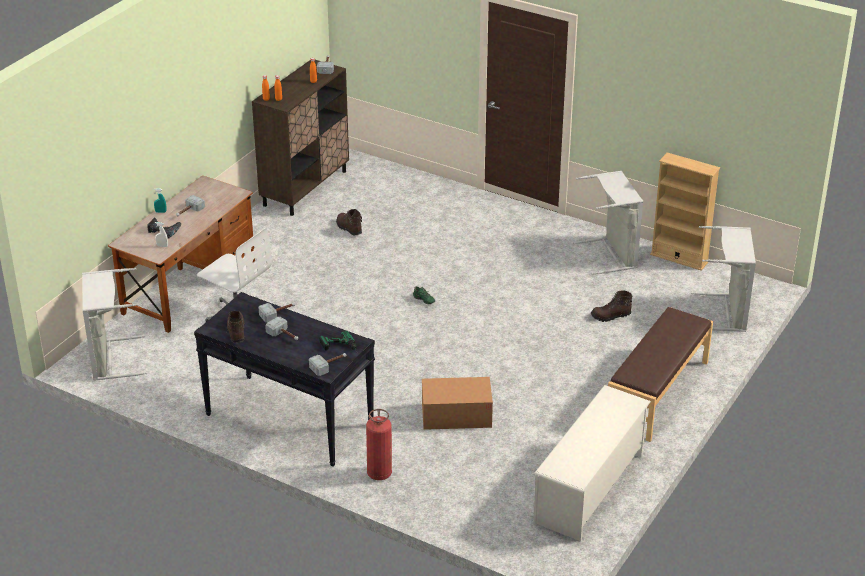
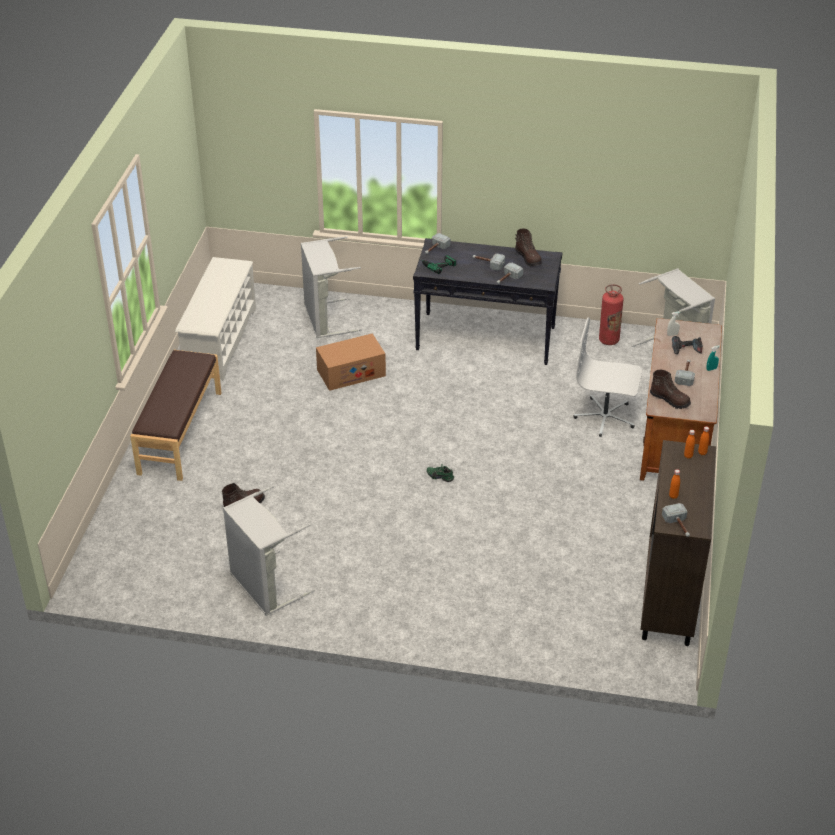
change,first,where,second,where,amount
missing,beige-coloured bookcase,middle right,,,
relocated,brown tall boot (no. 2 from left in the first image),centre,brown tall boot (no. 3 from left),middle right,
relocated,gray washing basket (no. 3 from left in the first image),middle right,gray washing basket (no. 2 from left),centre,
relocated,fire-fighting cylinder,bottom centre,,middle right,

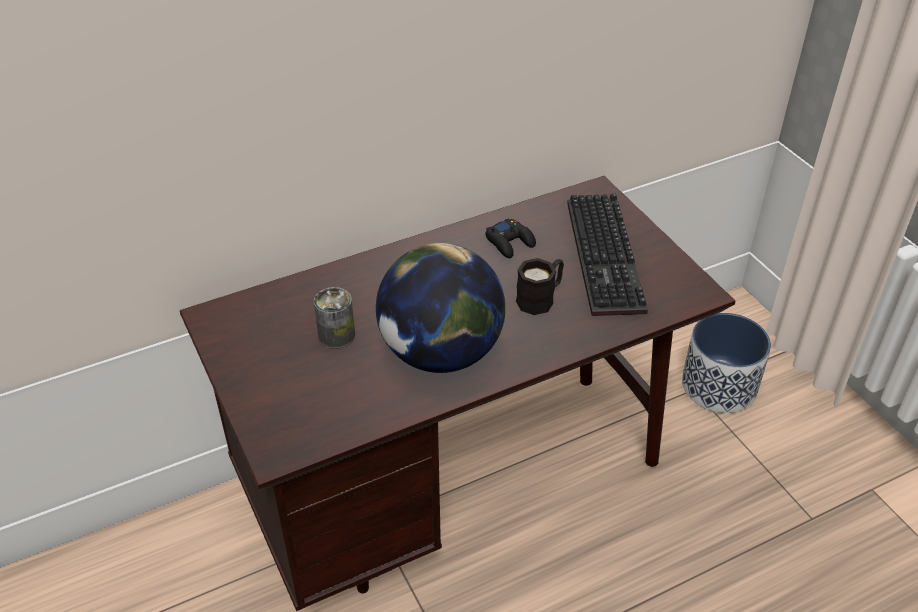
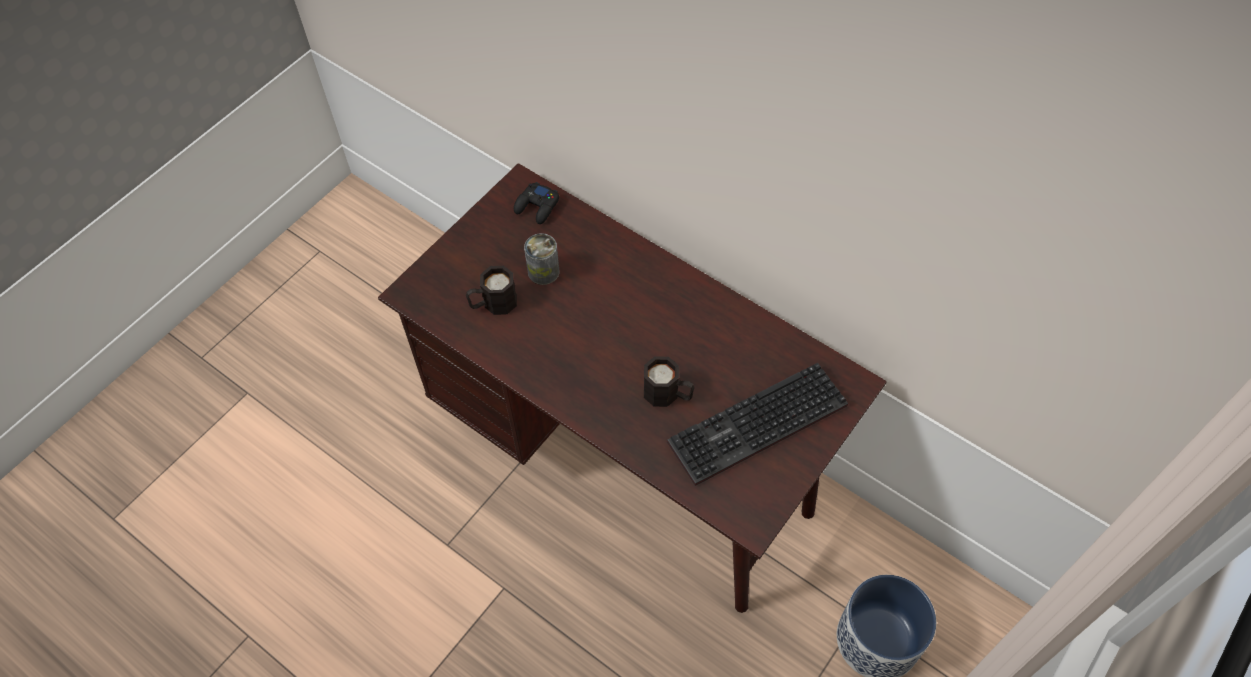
change,first,where,second,where,amount
relocated,black-coloured joypad,centre,,top centre,
missing,world globe,centre,,,
appeared,,,black-coloured coffee mug (no. 1 from left),centre,

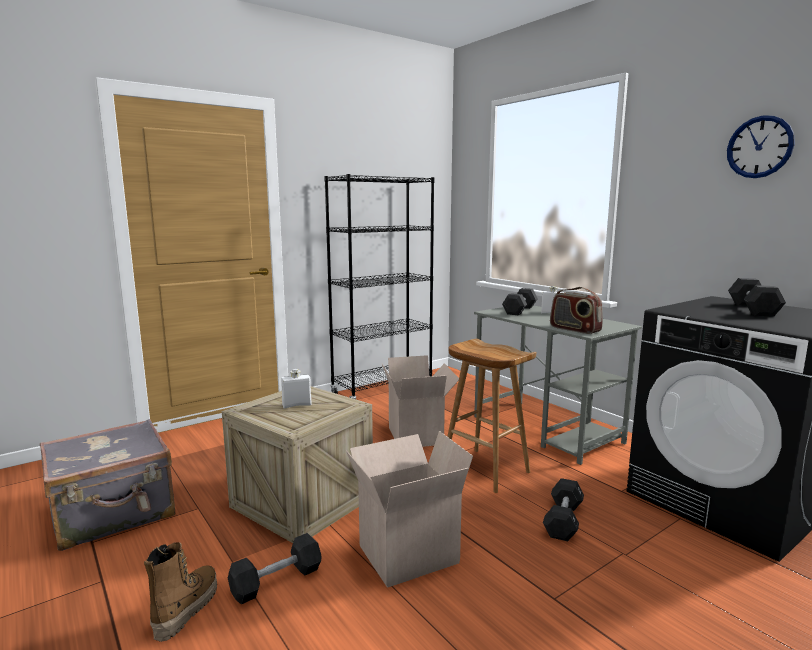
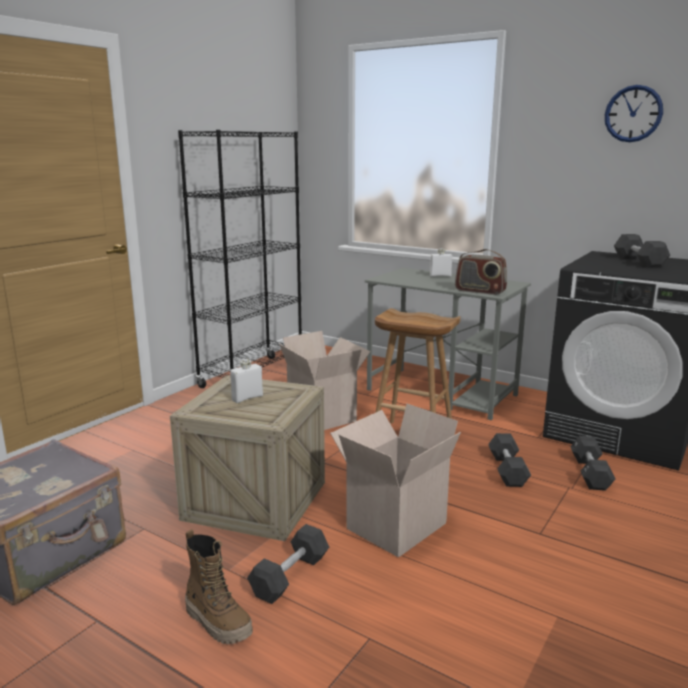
change,first,where,second,where,amount
relocated,black-coloured hand weight (no. 2 from left in the first image),centre,black-coloured hand weight (no. 3 from left),bottom right,
spun,tall boot,bottom left,,bottom left,135 degrees clockwise

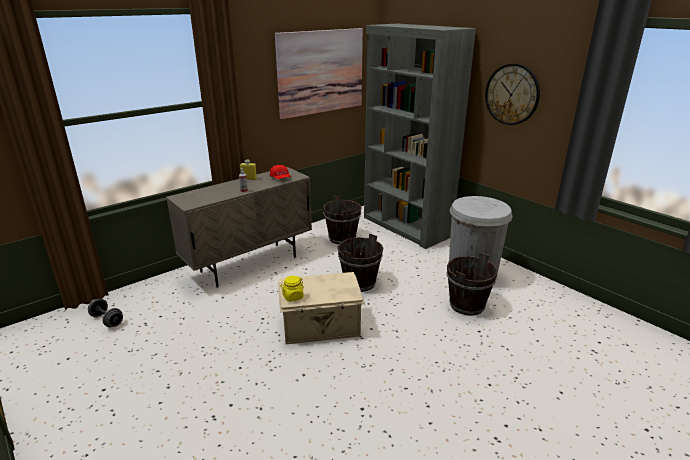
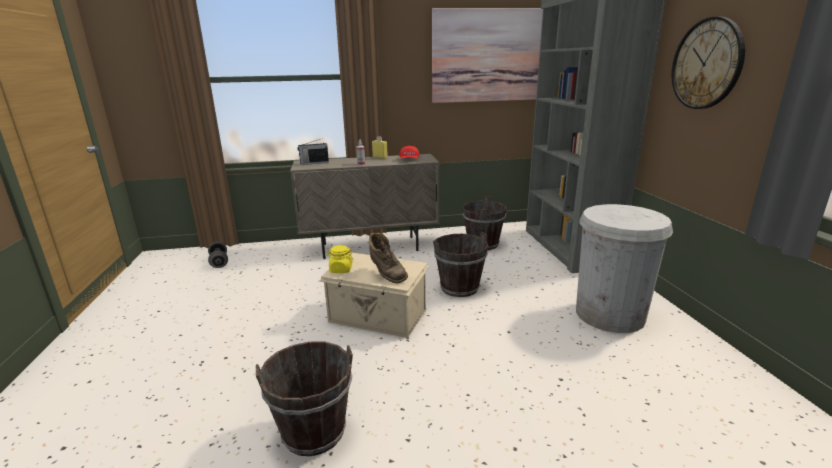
change,first,where,second,where,amount
relocated,brown water bucket (no. 3 from left in the first image),middle right,brown water bucket (no. 1 from left),bottom centre,
appeared,,,radio set,top centre,
appeared,,,brown tall boot,centre,

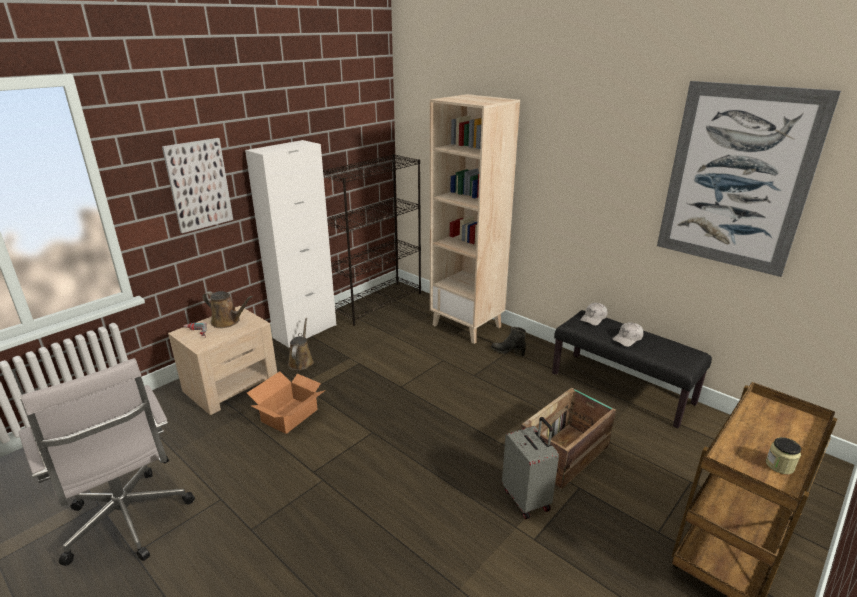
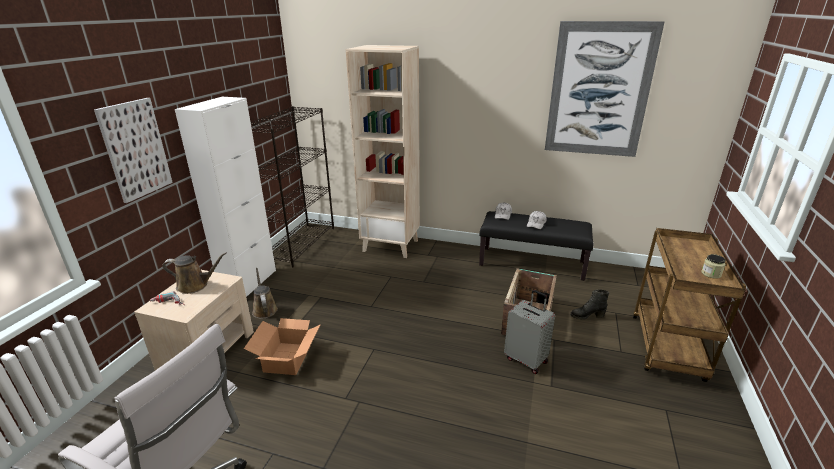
change,first,where,second,where,amount
relocated,black-coloured tall boot,centre,,middle right,

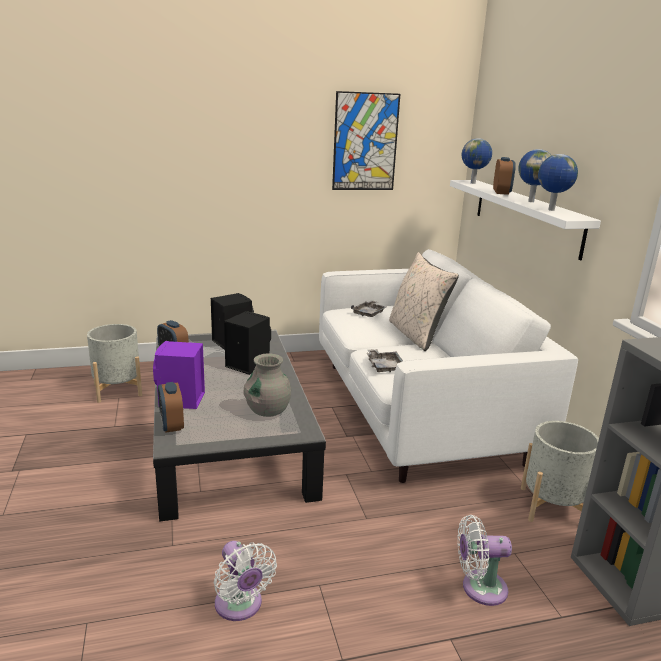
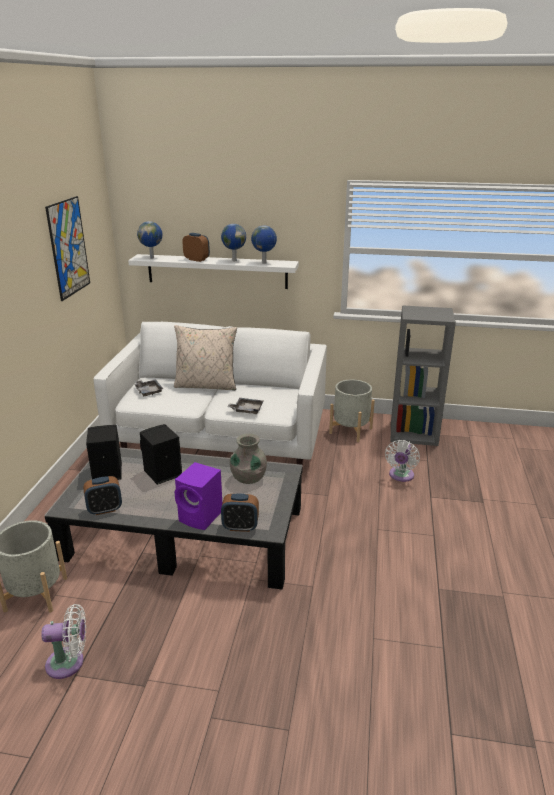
change,first,where,second,where,amount
relocated,white fan (no. 1 from left),bottom centre,,bottom left,

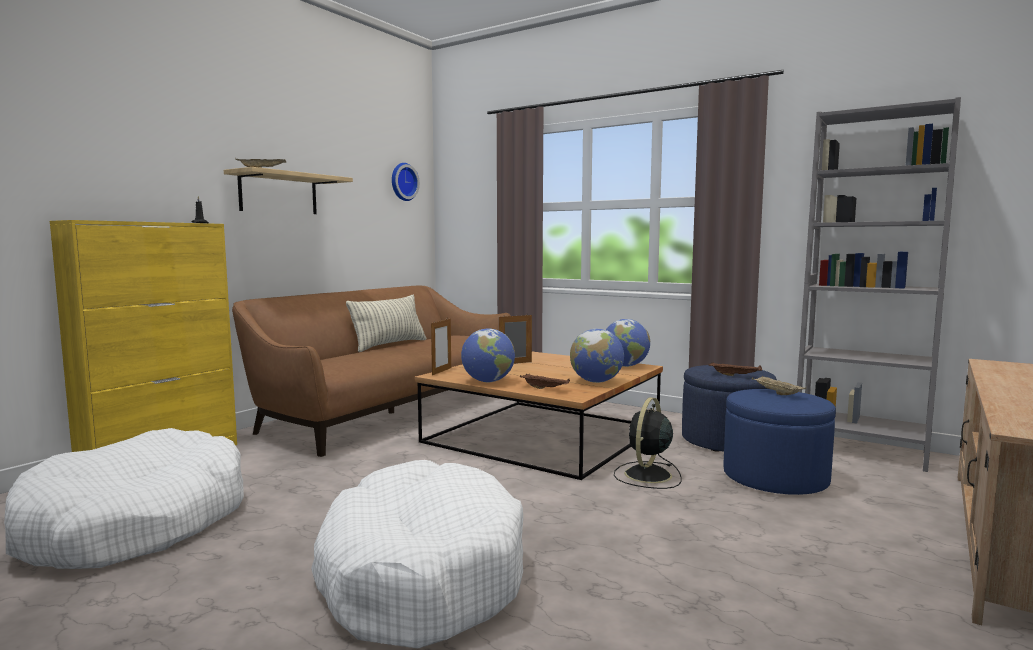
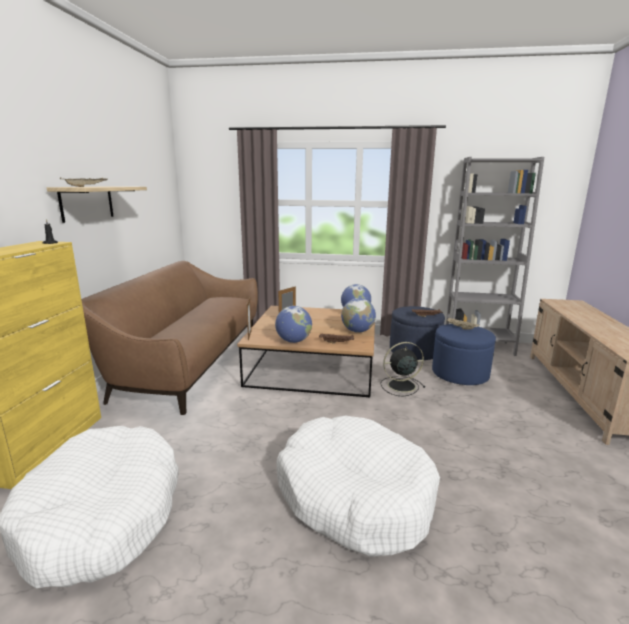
change,first,where,second,where,amount
missing,wall clock,top centre,,,
missing,pillow,centre,,,
spun,black-coloured fan,bottom centre,,centre,75 degrees clockwise

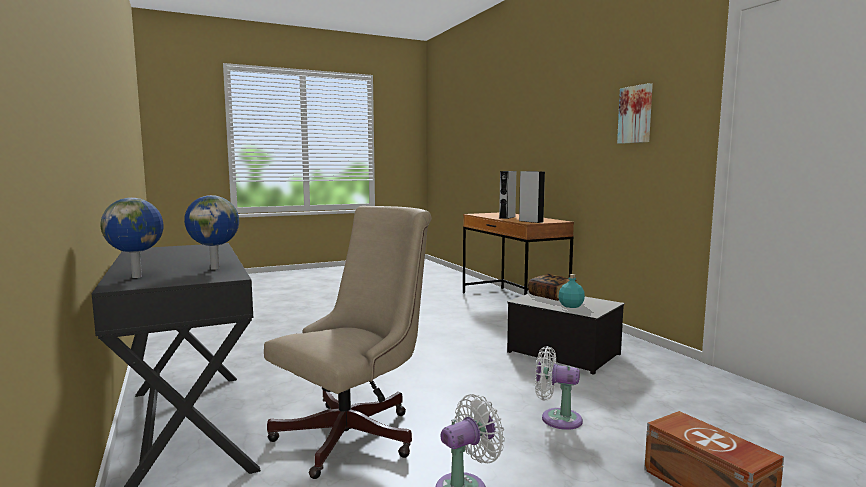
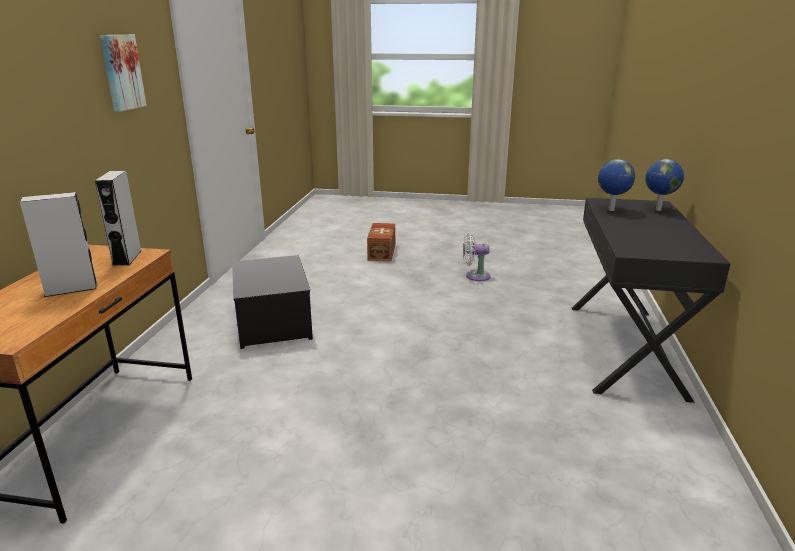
change,first,where,second,where,amount
missing,beige-coloured office chair,bottom centre,,,
missing,book,centre,,,
missing,turquoise bottle,centre,,,
missing,white fan (no. 2 from left),bottom centre,,,

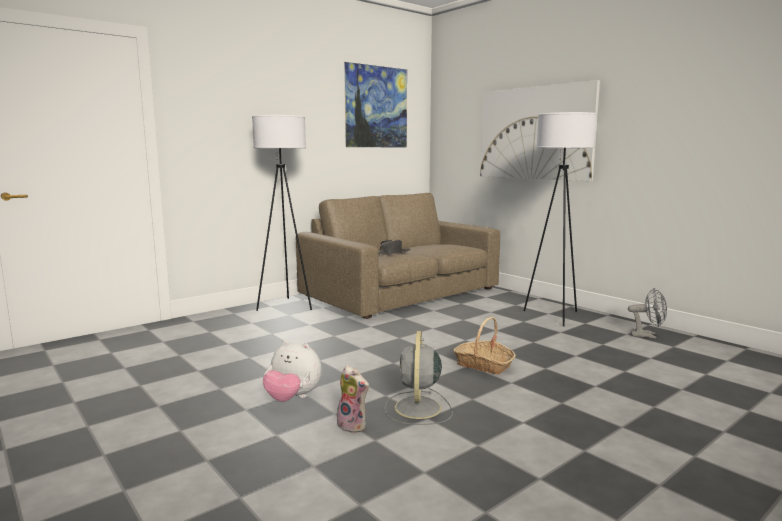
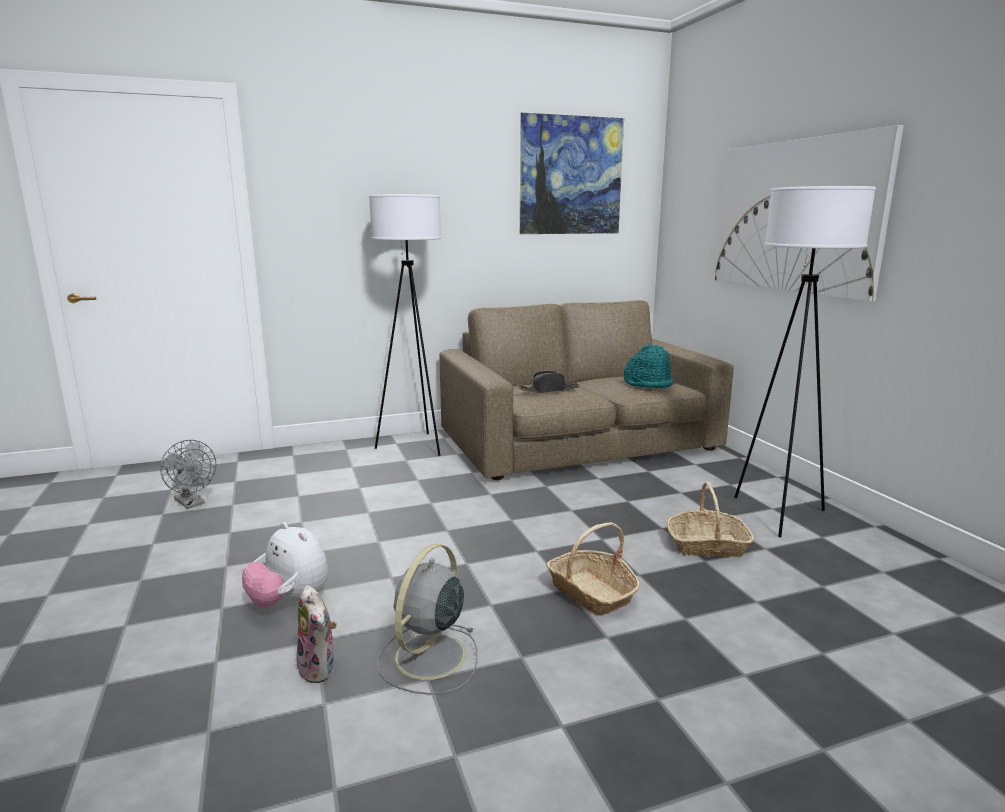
change,first,where,second,where,amount
relocated,gray fan (no. 2 from left in the first image),middle right,gray fan (no. 1 from left),middle left,
appeared,,,turquoise wearable hat,centre,
appeared,,,basket (no. 2 from left),middle right,

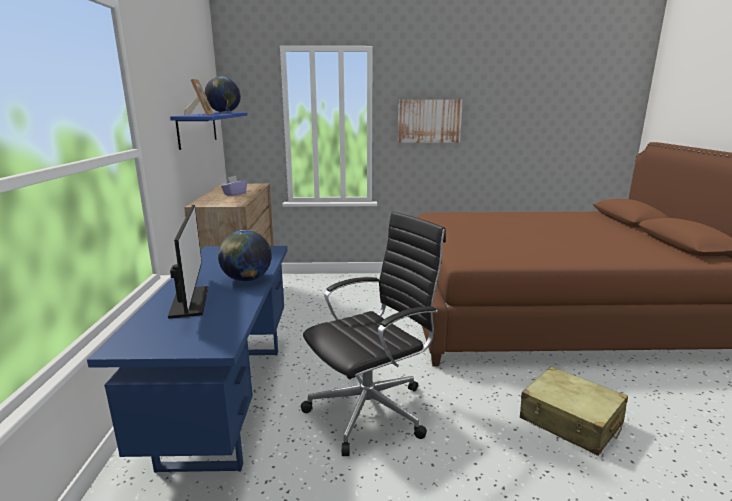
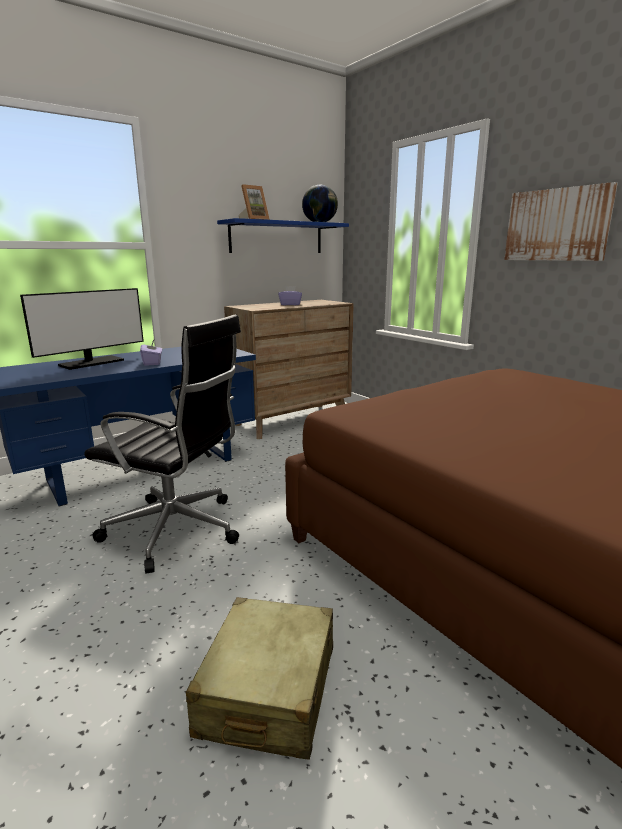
change,first,where,second,where,amount
exchanged,world globe (no. 2 from left),centre,purple-coloured tissue box (no. 1 from left),middle left,

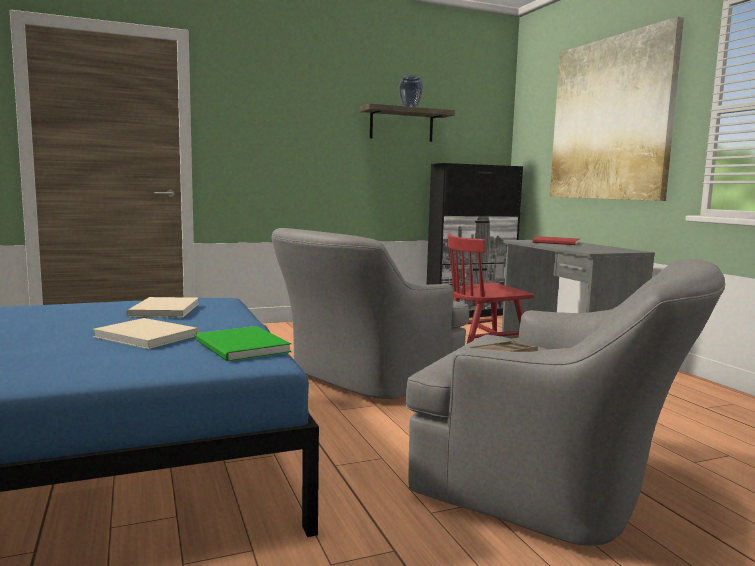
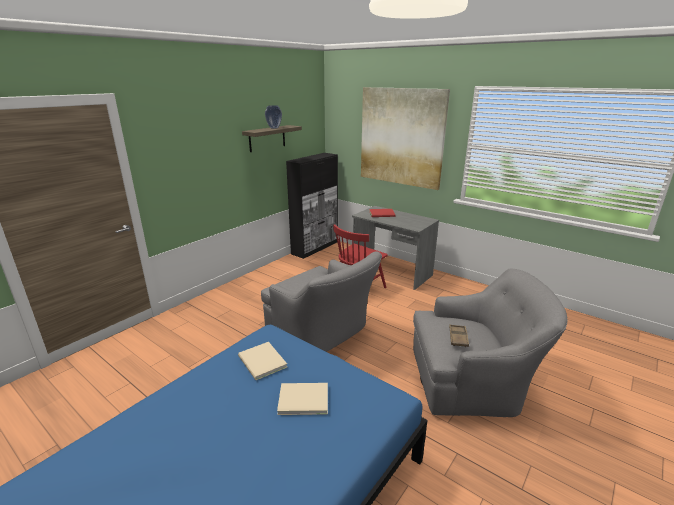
change,first,where,second,where,amount
spun,gray armchair (no. 1 from left),centre,,centre,60 degrees counterclockwise
missing,green book,middle left,,,

